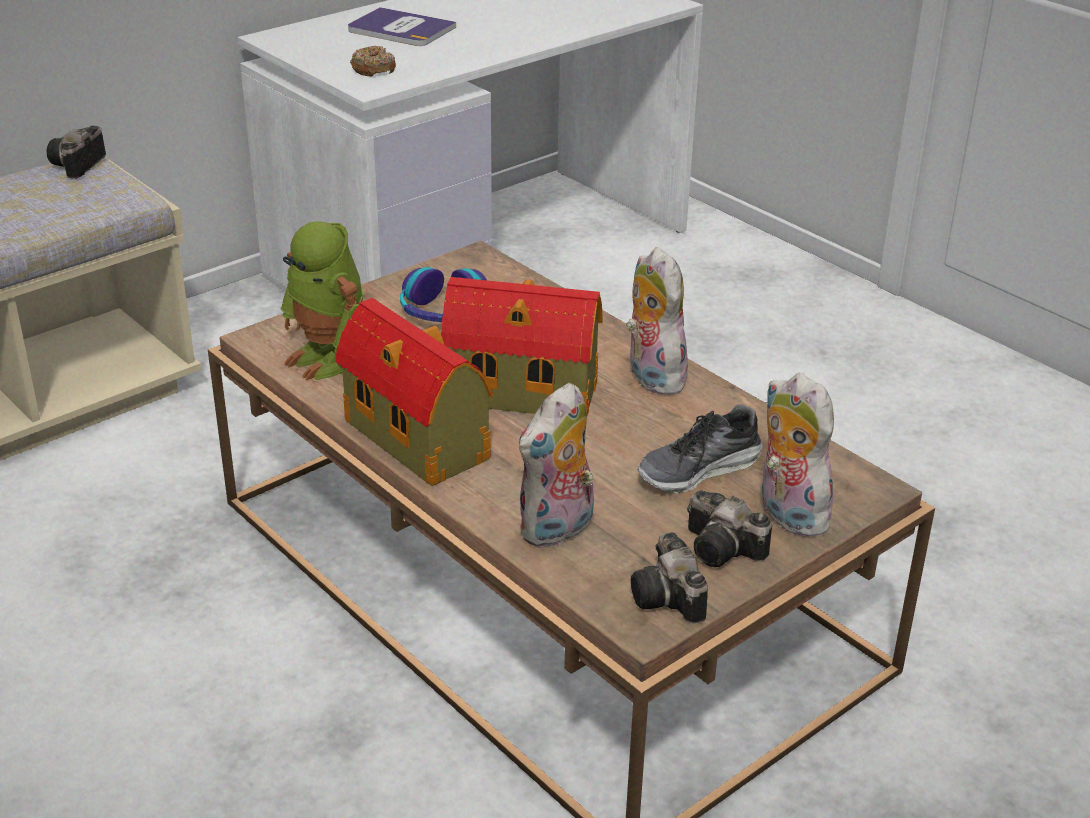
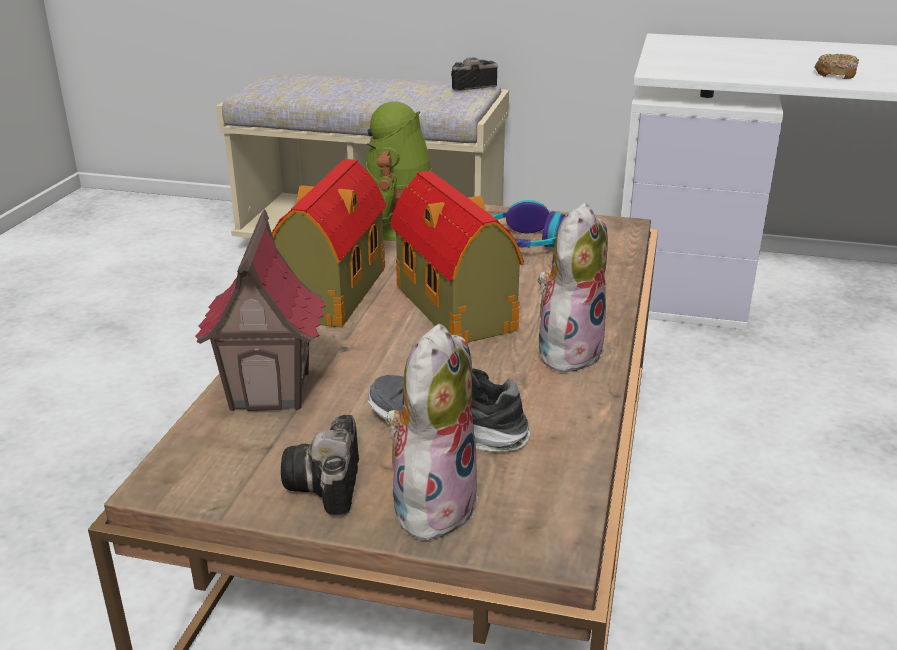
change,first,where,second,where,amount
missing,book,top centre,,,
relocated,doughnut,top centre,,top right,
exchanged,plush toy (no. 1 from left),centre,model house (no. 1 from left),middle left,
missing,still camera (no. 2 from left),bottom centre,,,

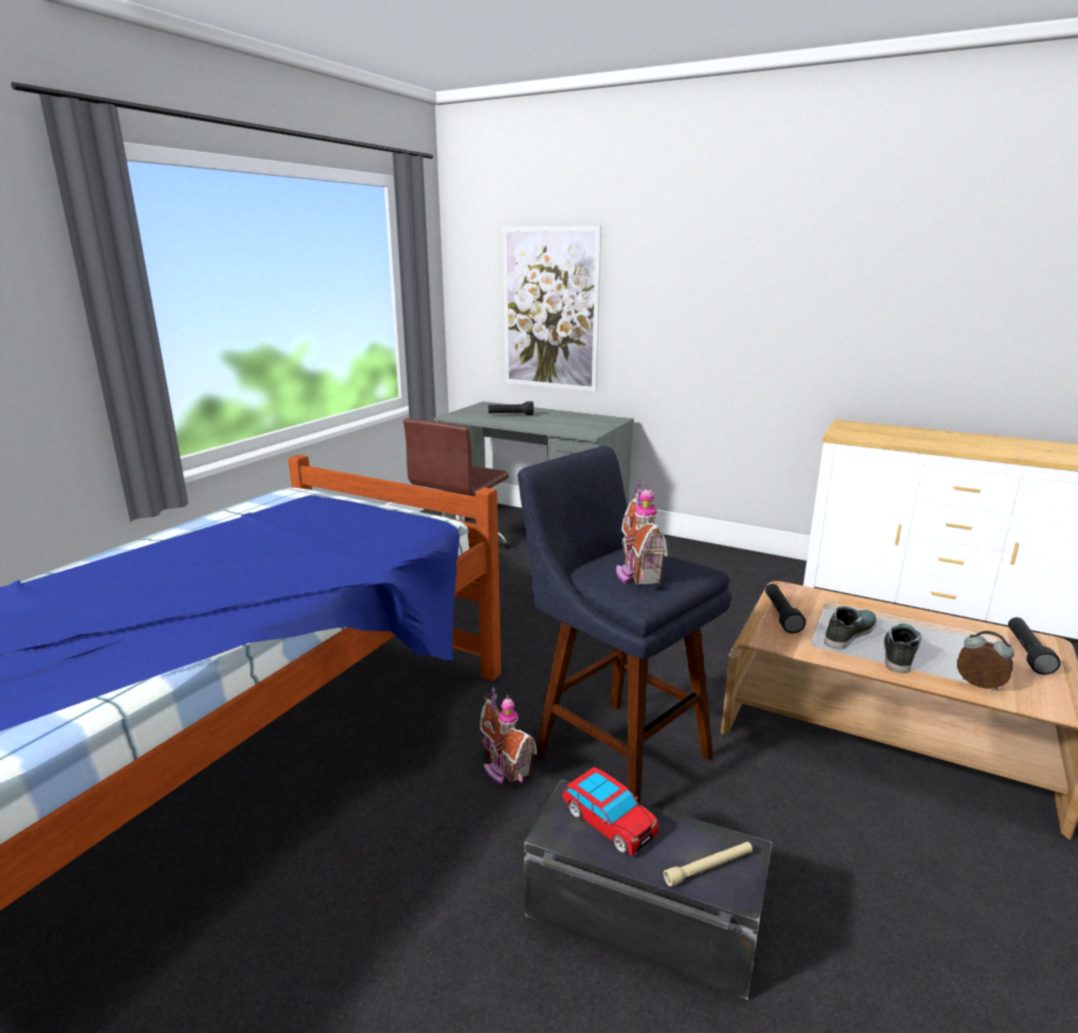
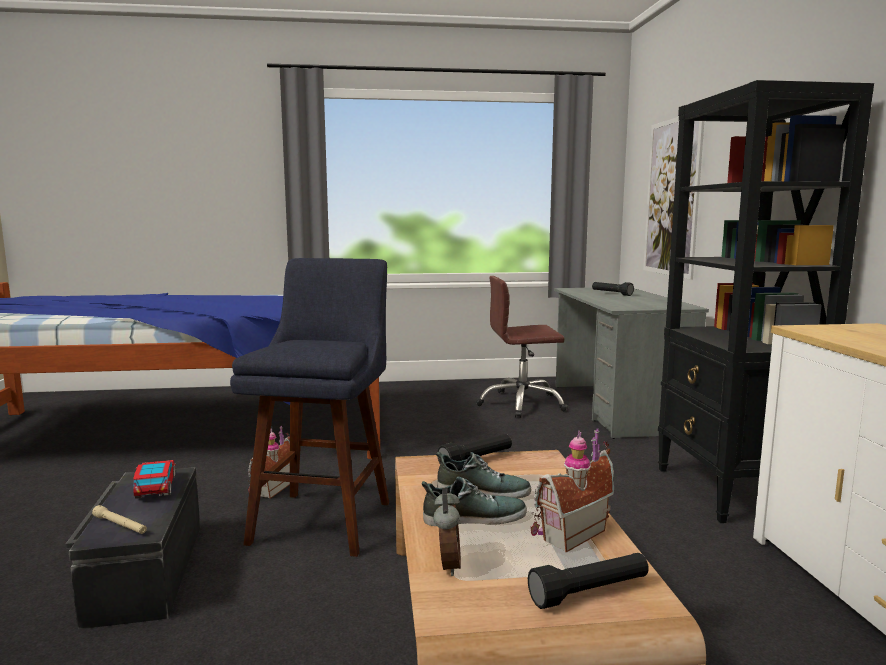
change,first,where,second,where,amount
relocated,model house (no. 2 from left),centre,,bottom centre,
spun,model car,bottom centre,,bottom left,150 degrees clockwise
appeared,,,black-coloured bookcase,middle right,

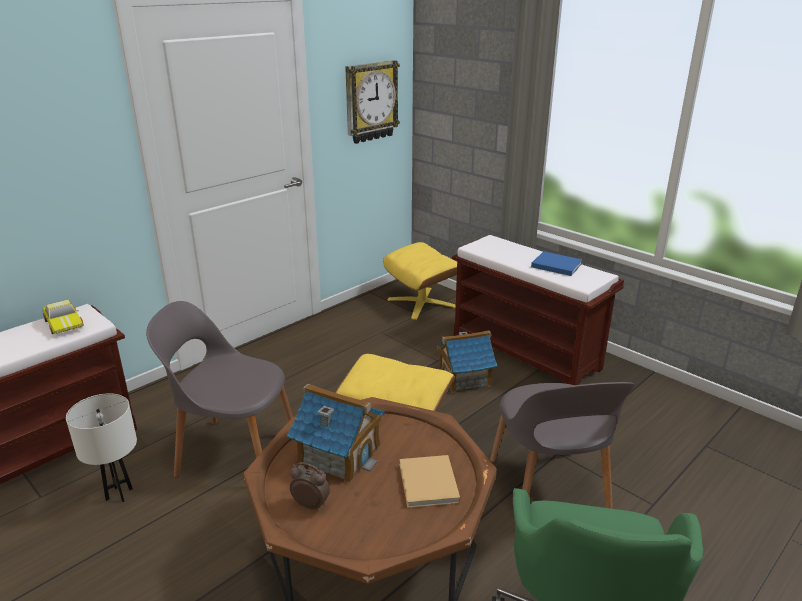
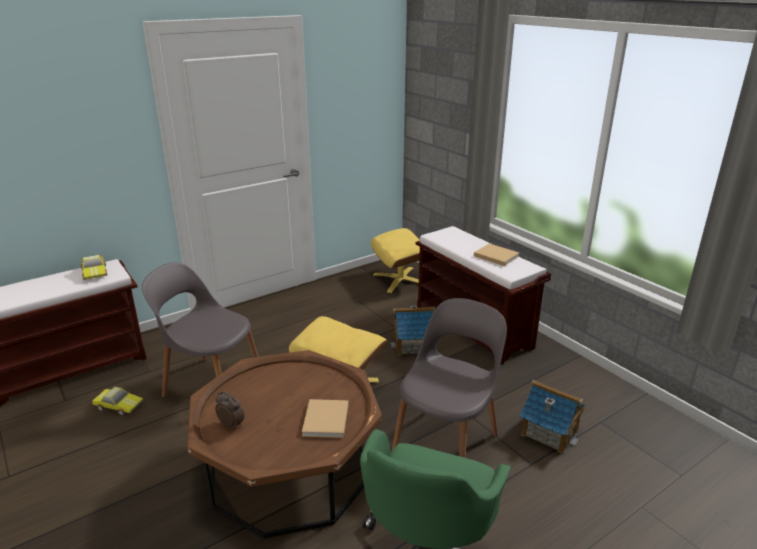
change,first,where,second,where,amount
missing,wall clock,top centre,,,
colour,blue-coloured book,middle right,beige-coloured book (no. 2 from left),centre,
spun,gray chair (no. 2 from left),bottom right,,bottom centre,150 degrees counterclockwise
relocated,model house (no. 1 from left in the first image),bottom centre,model house (no. 2 from left),bottom right,
exchanged,white lamp for a table,bottom left,model car (no. 2 from left),bottom left,

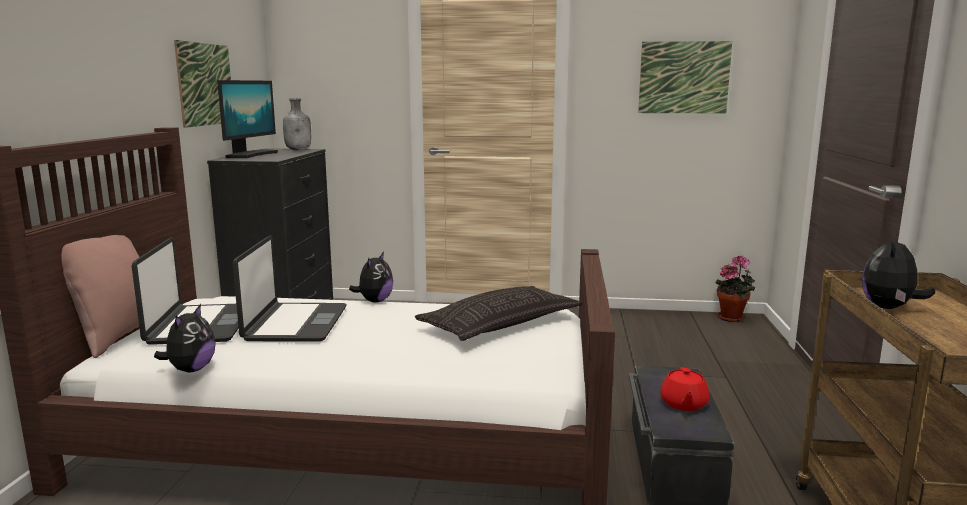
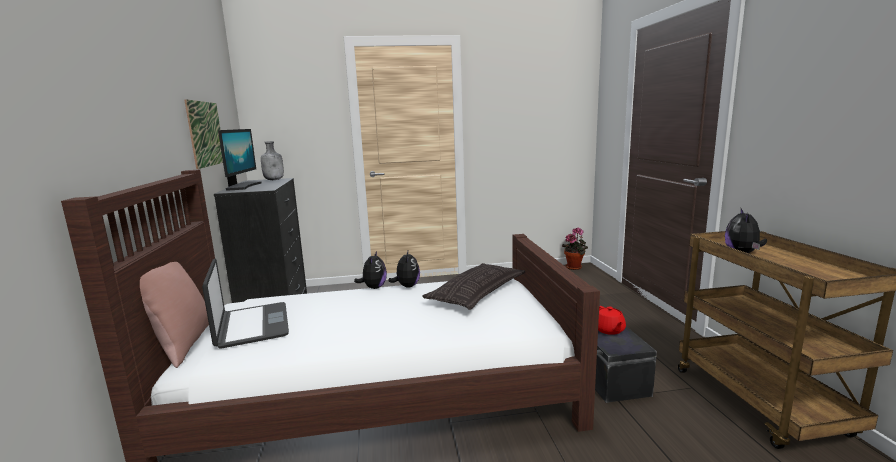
change,first,where,second,where,amount
missing,picture (no. 2 from left),top right,,,
missing,notebook computer (no. 2 from left),middle left,,,
relocated,plush toy (no. 1 from left in the first image),bottom left,plush toy (no. 2 from left),centre,

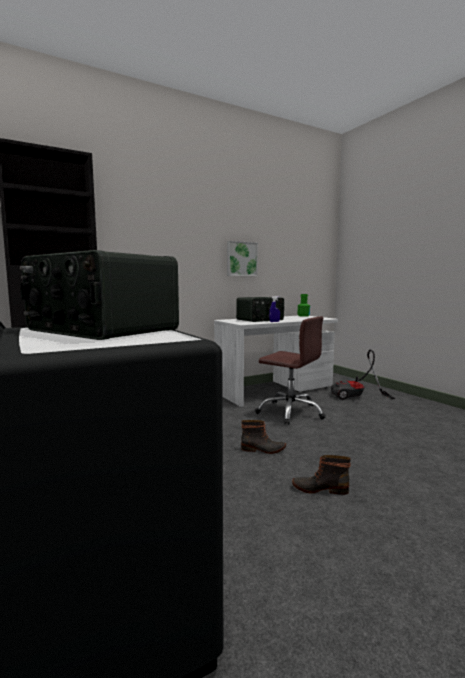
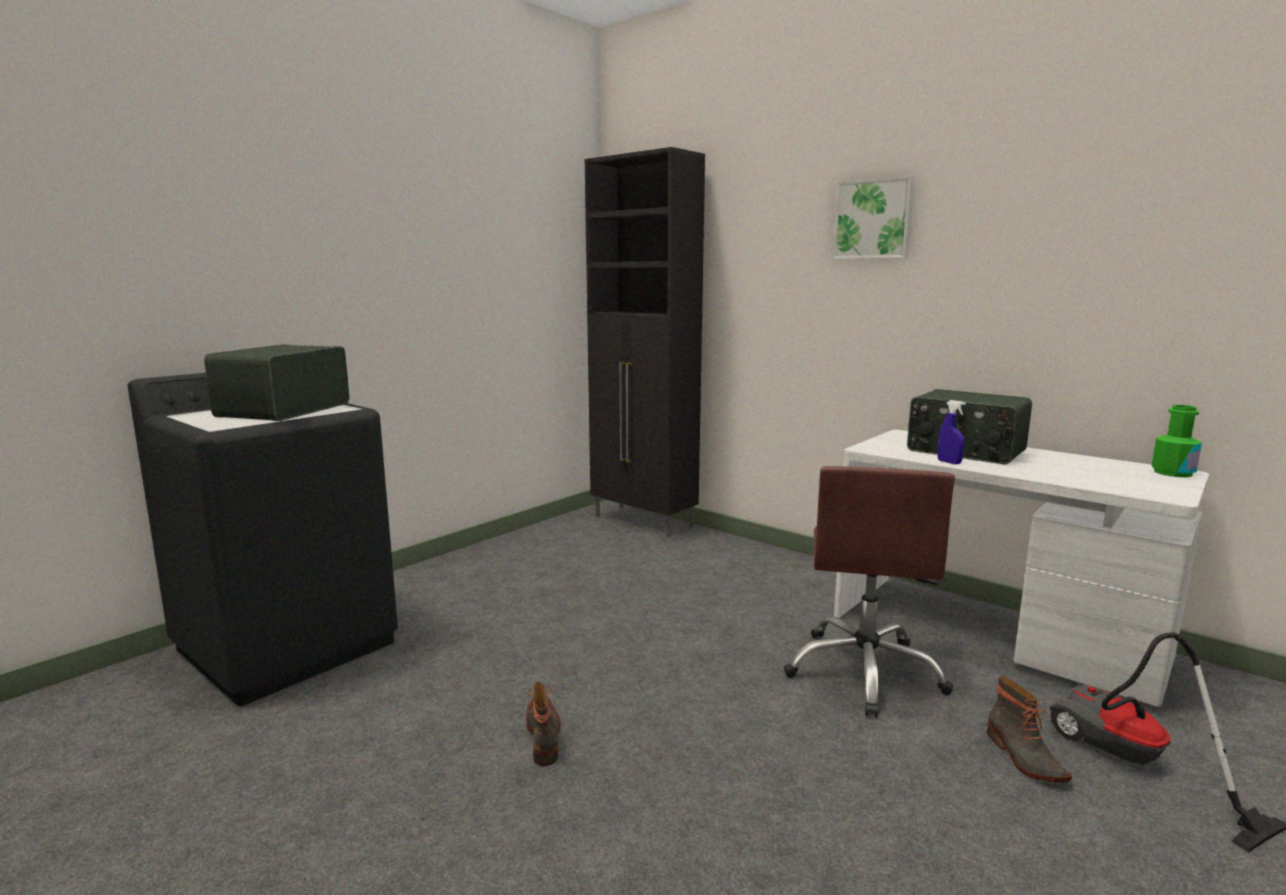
change,first,where,second,where,amount
relocated,picture,centre,,top right,
relocated,tall boot (no. 1 from left in the first image),centre,tall boot (no. 2 from left),bottom right,

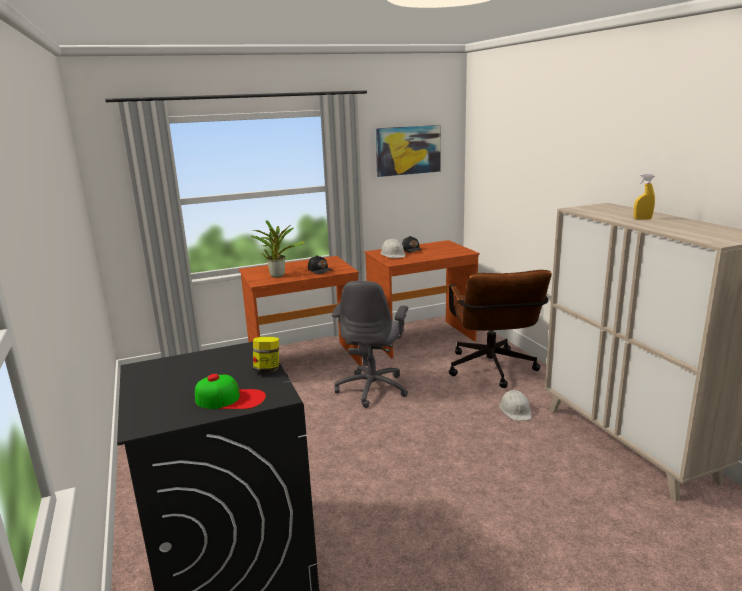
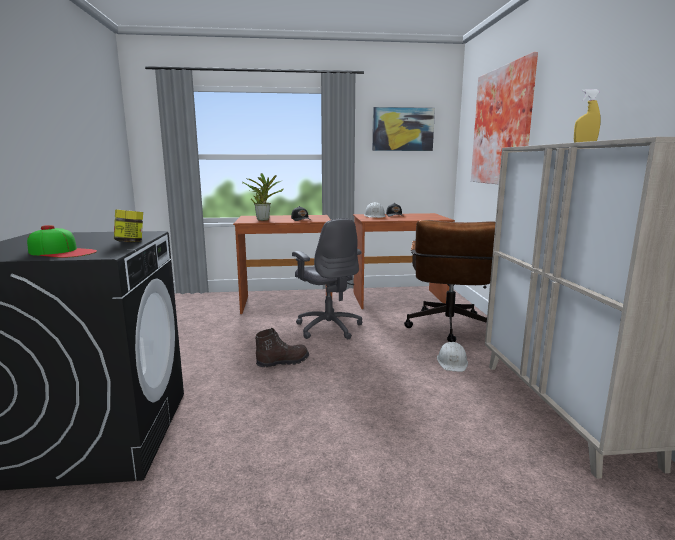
change,first,where,second,where,amount
spun,gray office chair,centre,,centre,60 degrees counterclockwise
appeared,,,picture (no. 2 from left),top right,
appeared,,,brown tall boot,centre,

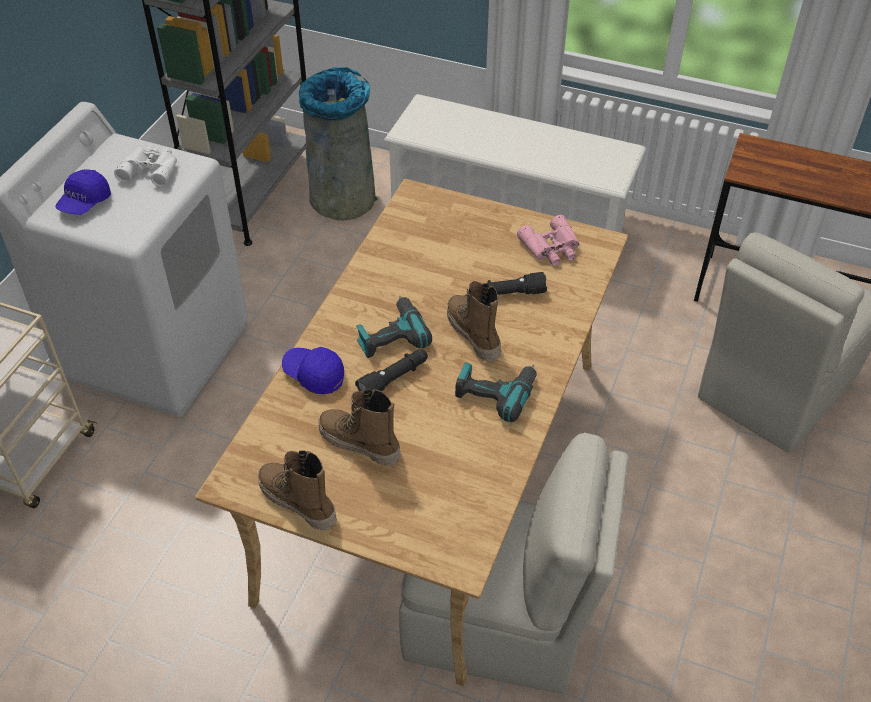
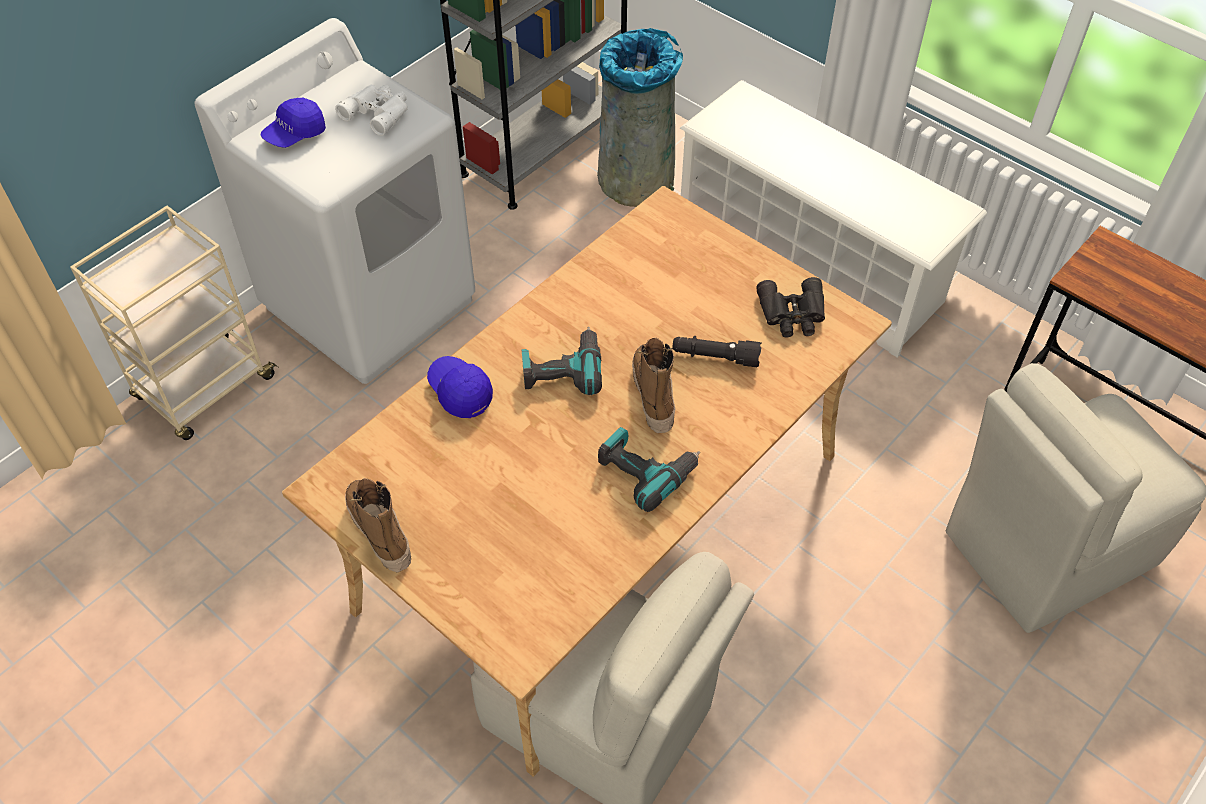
change,first,where,second,where,amount
colour,pink-coloured field glasses,centre,black-coloured field glasses,centre,
missing,black-coloured torch (no. 1 from left),centre,,,
missing,tall boot (no. 2 from left),centre,,,

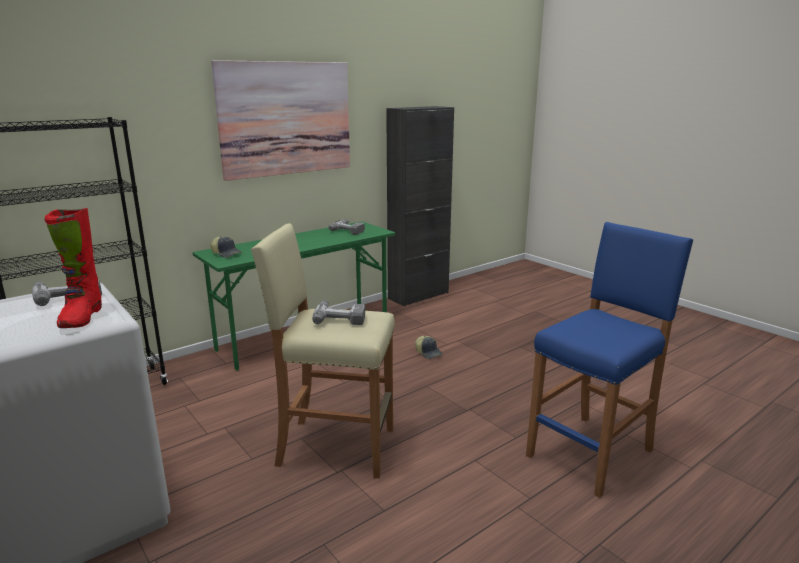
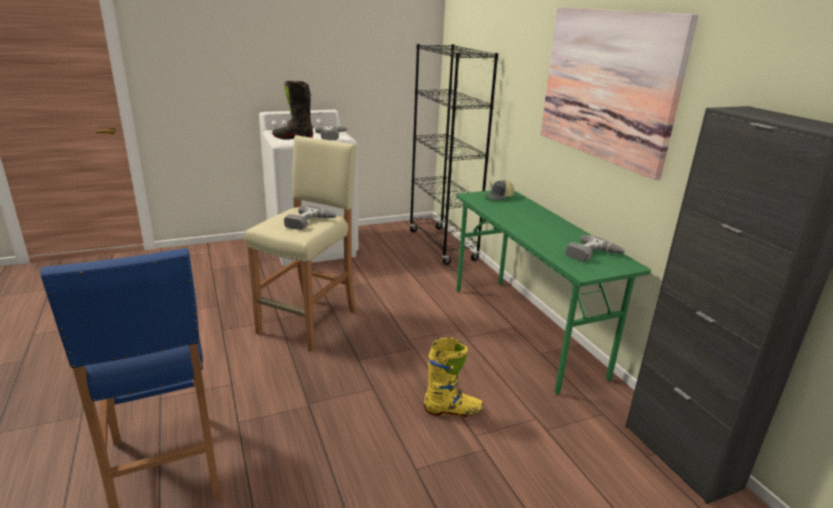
change,first,where,second,where,amount
colour,red-coloured tall boot,middle left,black-coloured tall boot,top centre,
exchanged,baseball cap (no. 2 from left),centre,yellow tall boot,bottom centre,

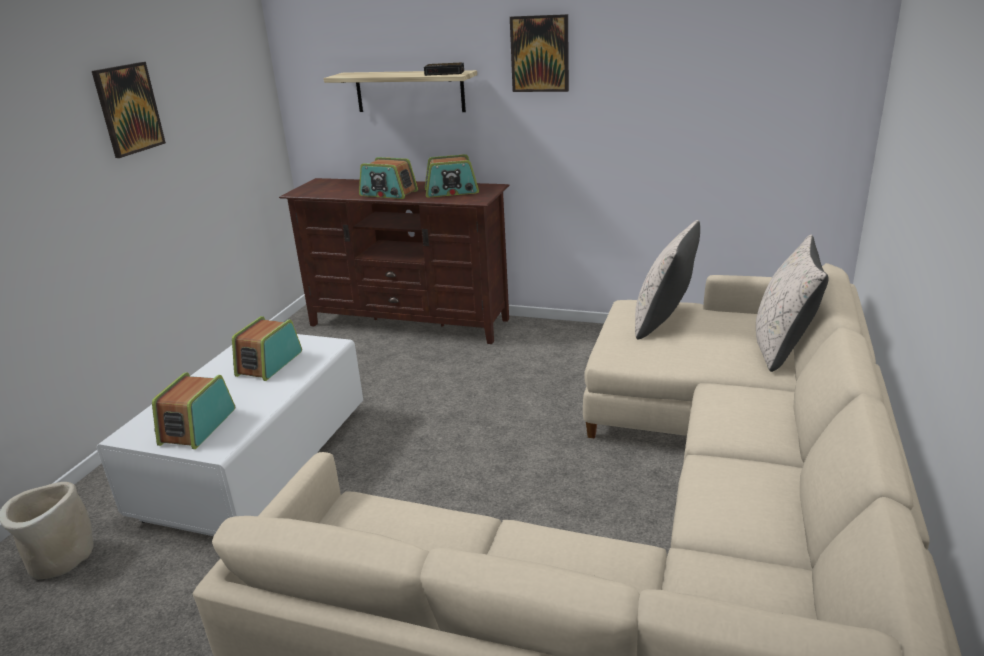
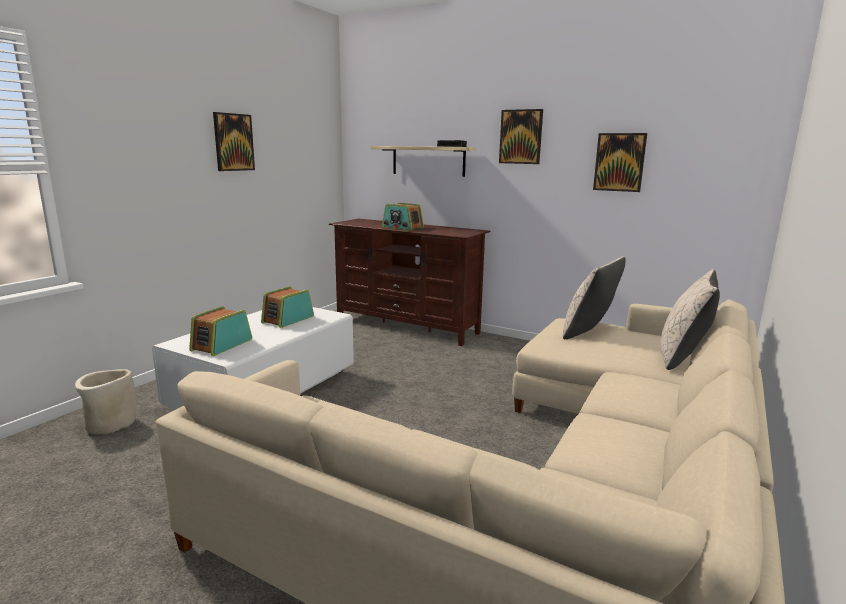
change,first,where,second,where,amount
missing,radio set (no. 4 from left),top centre,,,
appeared,,,picture (no. 3 from left),top right,

